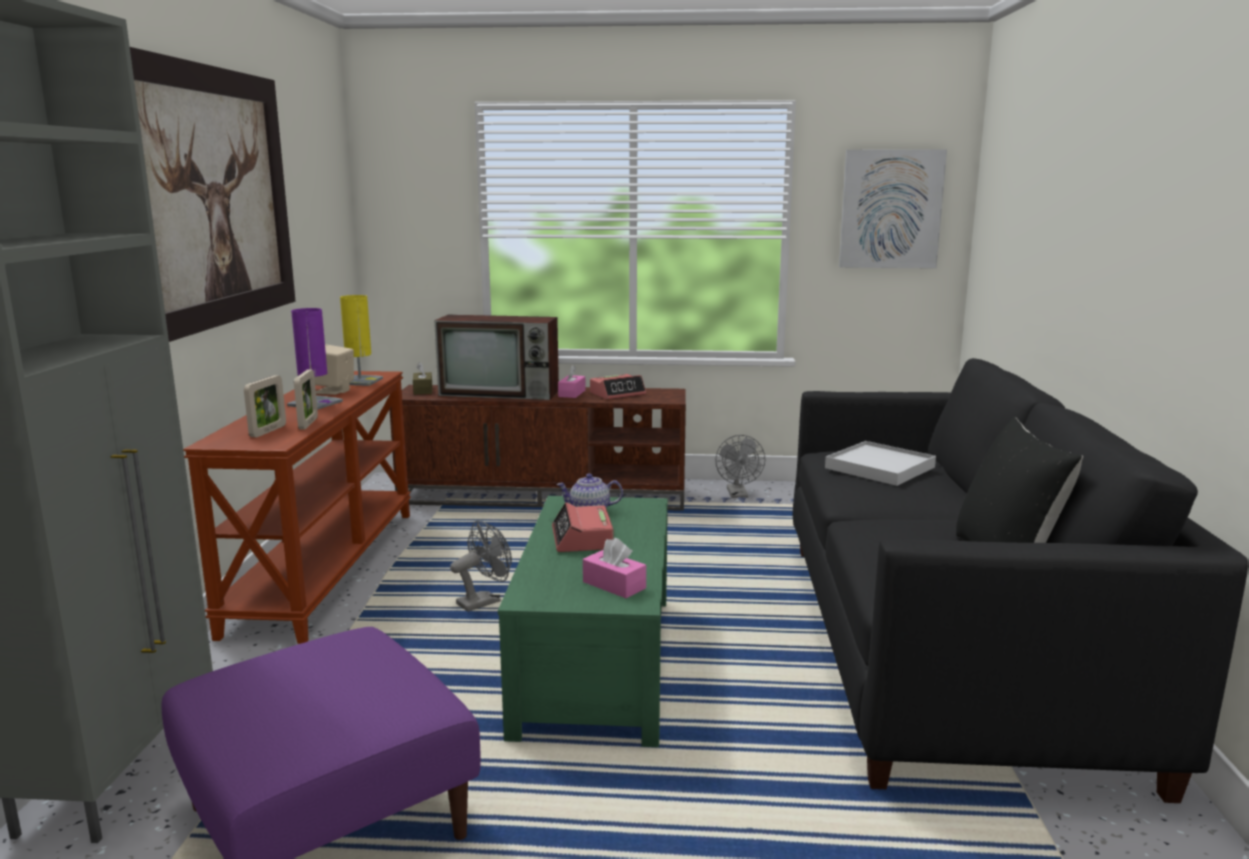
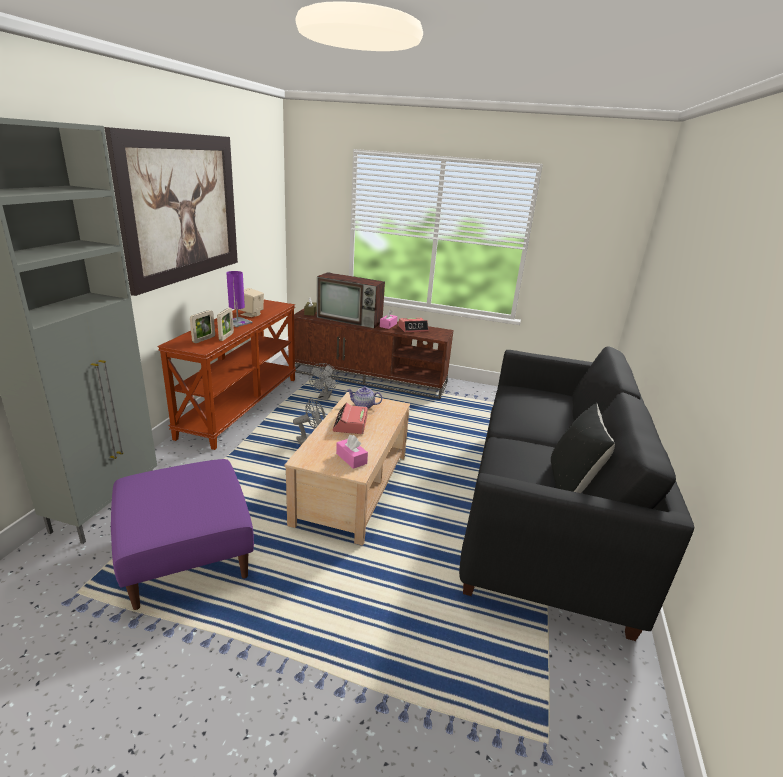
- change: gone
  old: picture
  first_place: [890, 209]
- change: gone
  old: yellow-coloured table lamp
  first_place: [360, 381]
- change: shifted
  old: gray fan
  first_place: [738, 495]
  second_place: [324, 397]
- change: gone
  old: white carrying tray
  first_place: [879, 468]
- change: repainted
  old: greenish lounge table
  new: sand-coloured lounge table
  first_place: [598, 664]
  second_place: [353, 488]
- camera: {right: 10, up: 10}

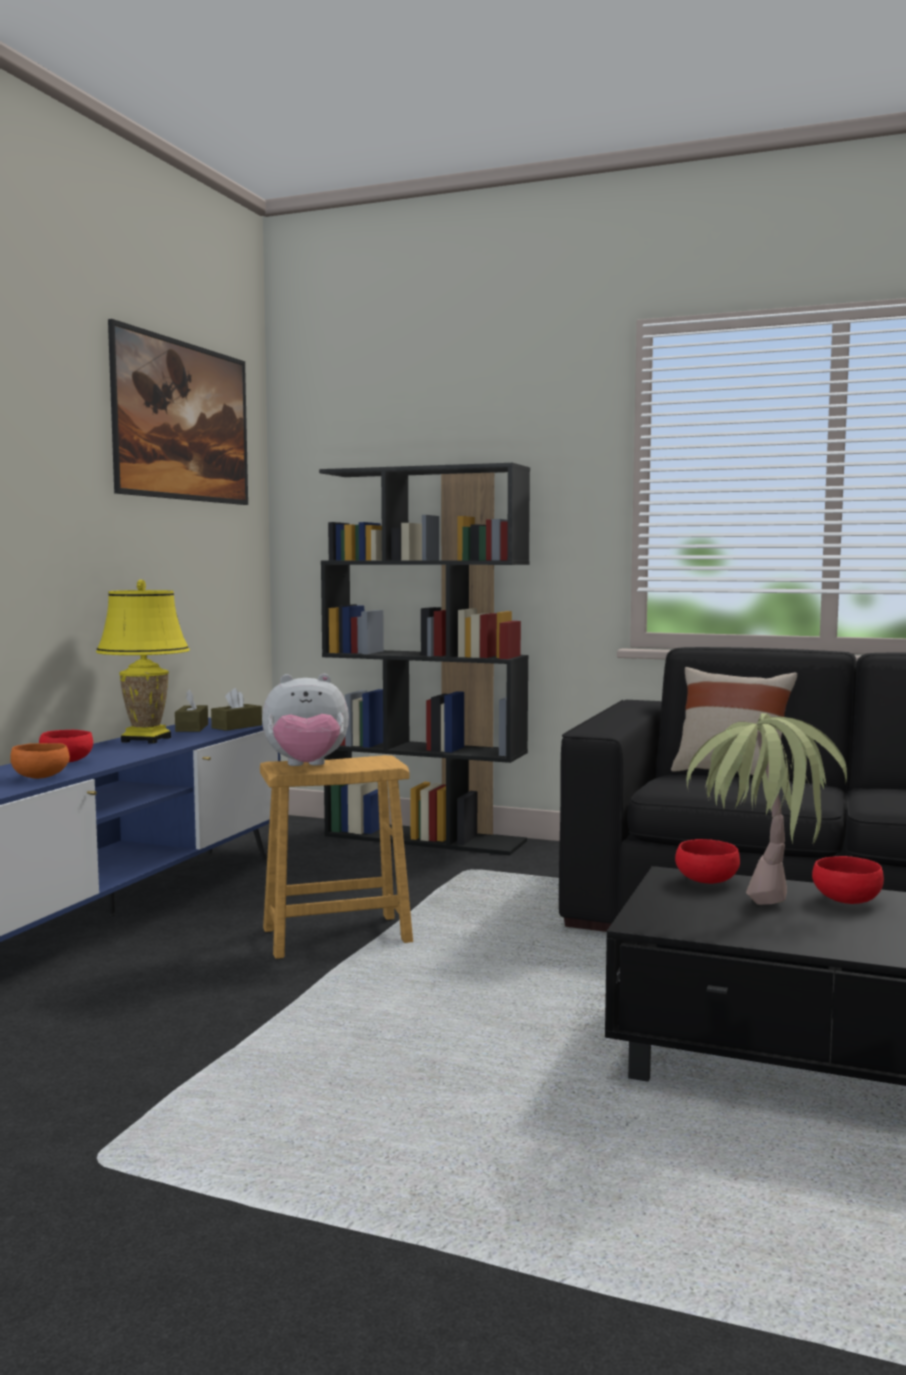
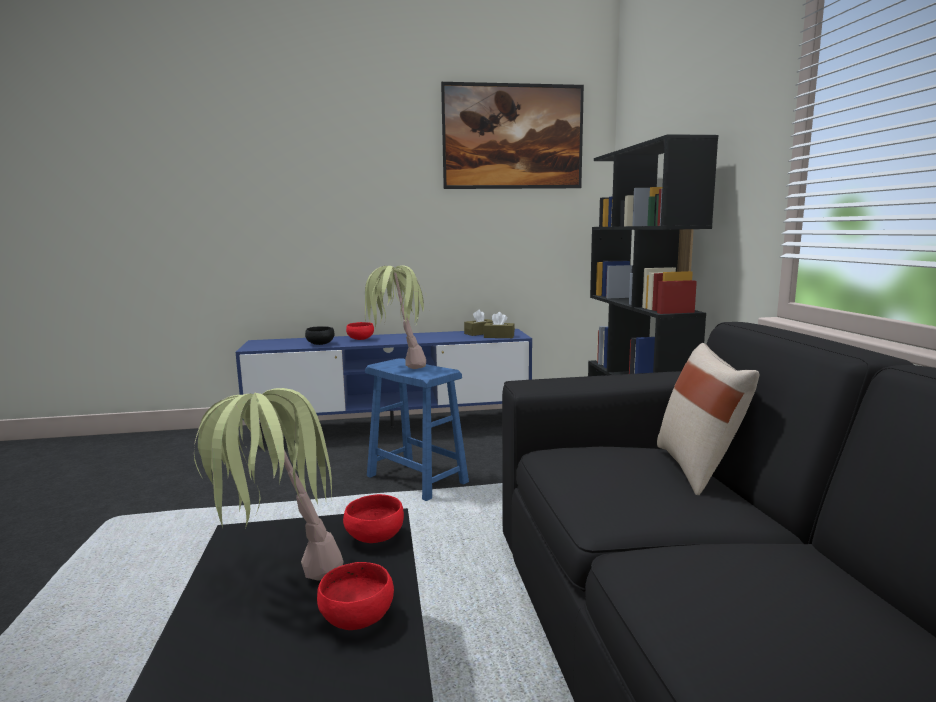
- change: gone
  old: yellow-coloured table lamp
  first_place: [146, 739]
- change: swapped
  old: cuddly toy
  new: potted plant
  first_place: [306, 767]
  second_place: [397, 366]
- change: repainted
  old: orange-coloured serving bowl
  new: blackish serving bowl
  first_place: [42, 777]
  second_place: [321, 344]
- change: repainted
  old: brown stool seat
  new: bluish stool seat
  first_place: [336, 936]
  second_place: [417, 479]
- camera: {right: 60, up: 5}

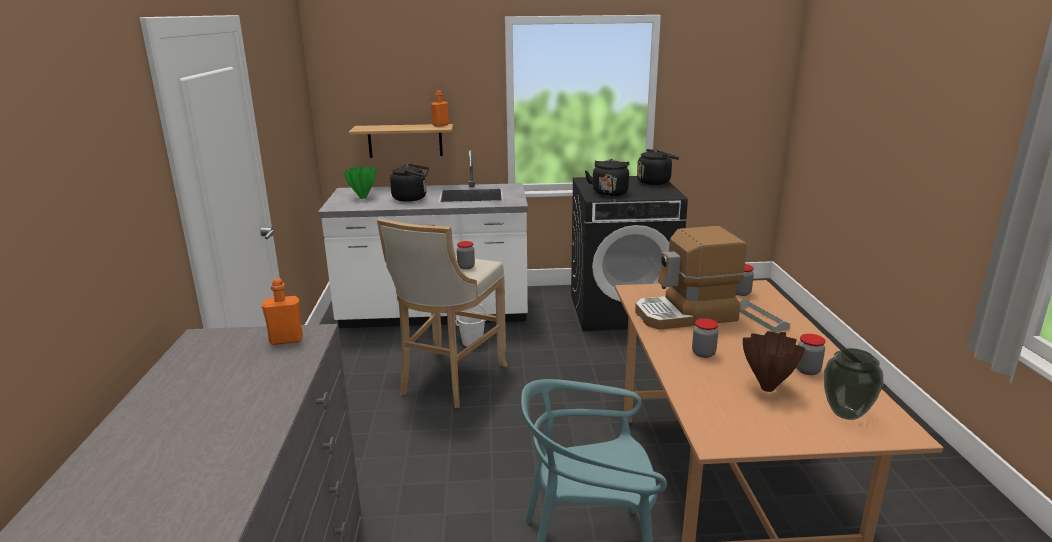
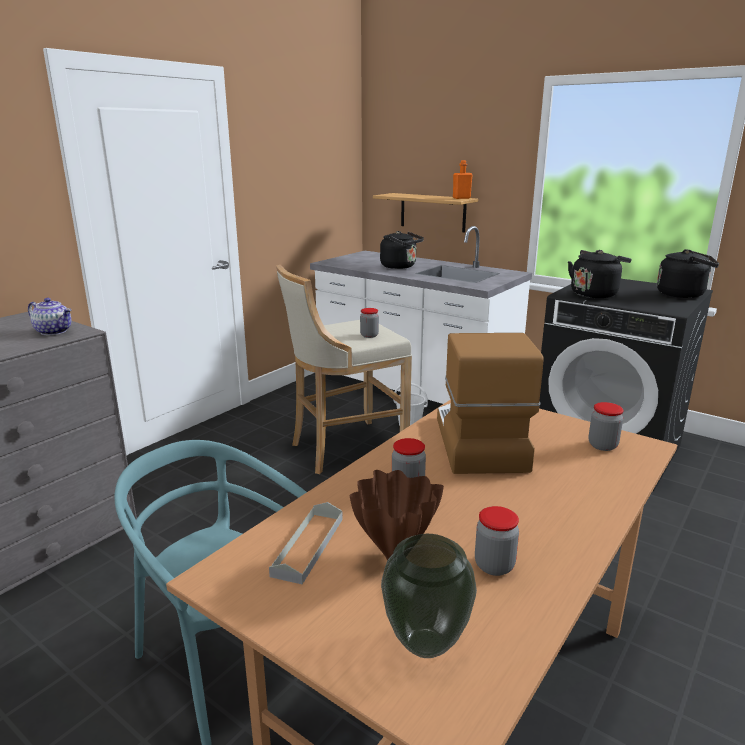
- change: gone
  old: greenish decorative vase
  first_place: [363, 197]
- change: rotated
  old: coffee machine
  first_place: [686, 315]
  second_place: [478, 442]
  degrees: 60
- change: swapped
  old: orange-coloured beverage bottle
  new: pot for tea
  first_place: [286, 340]
  second_place: [54, 331]
- change: shifted
  old: gray carrying tray
  first_place: [761, 318]
  second_place: [308, 546]
- camera: {right: 40, up: 0}

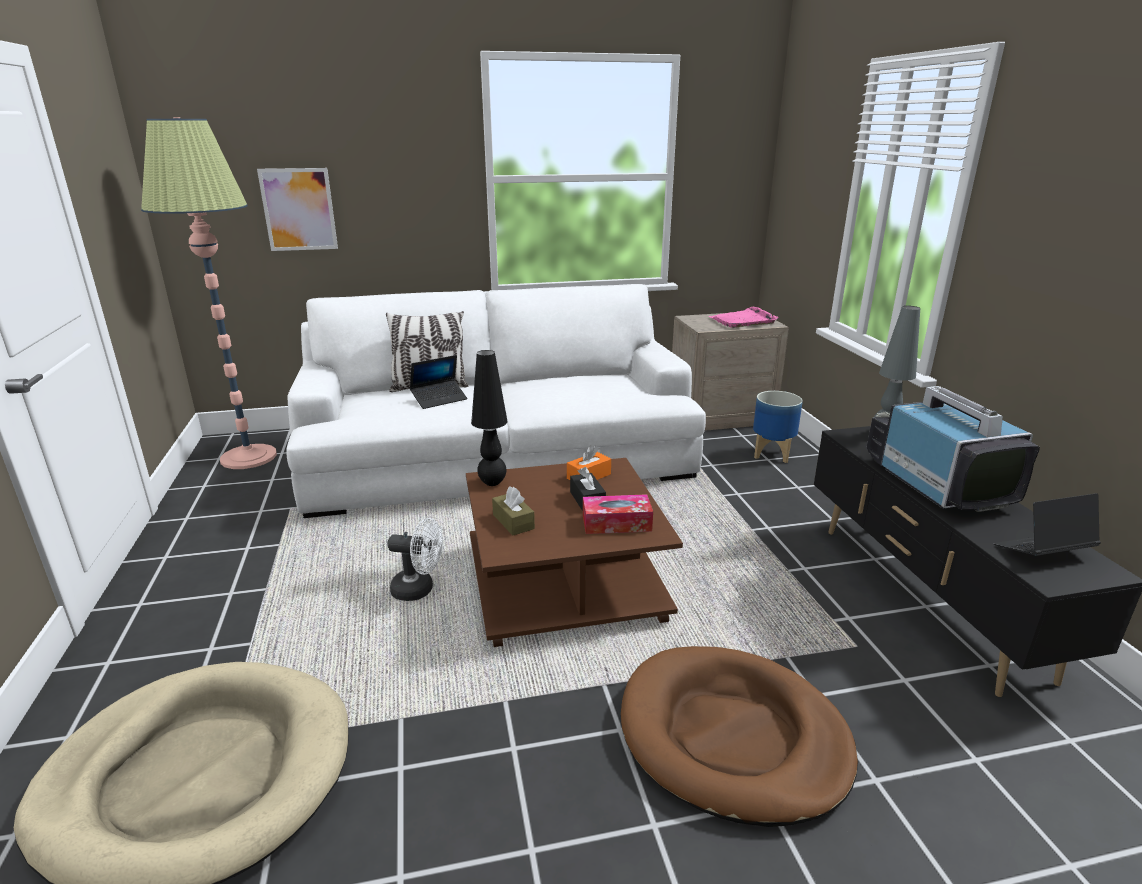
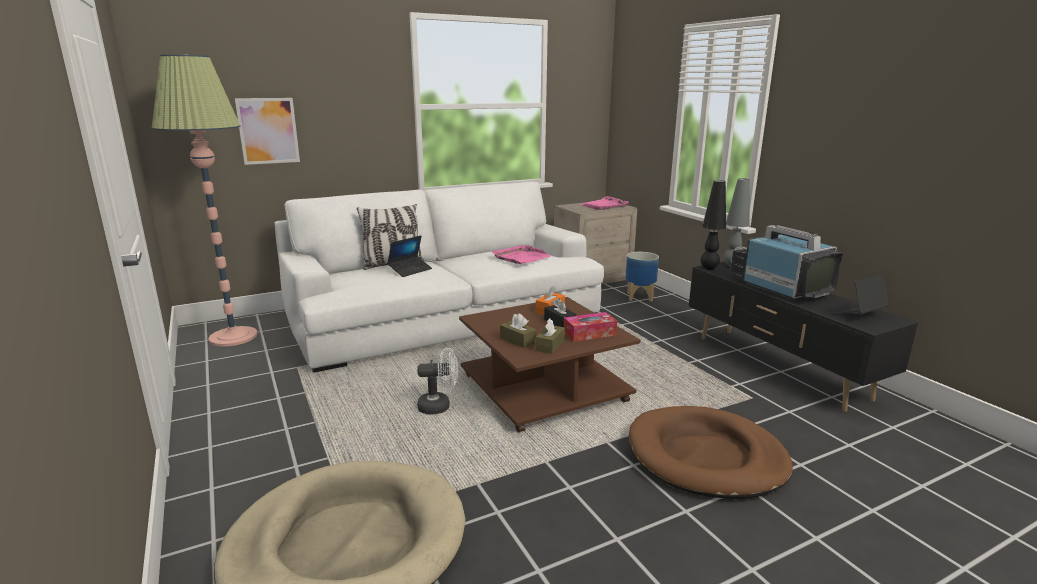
- change: shifted
  old: blackish table lamp
  first_place: [492, 483]
  second_place: [709, 268]
- change: new
  new: pink carrying tray
  second_place: [521, 257]
- change: new
  new: brown box of tissues
  second_place: [550, 345]
- camera: {right: -15, up: -5}

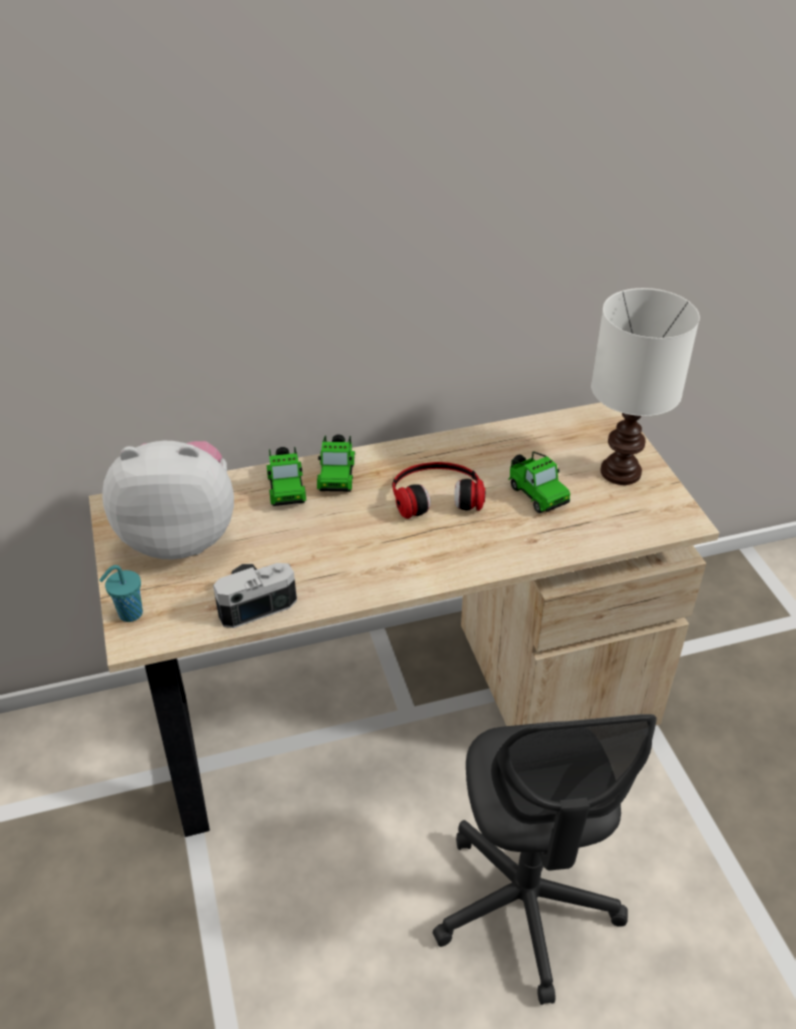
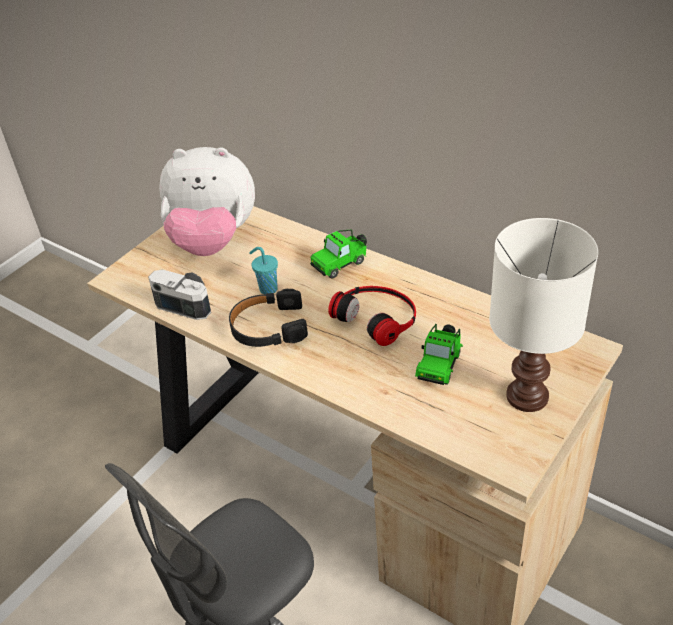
- change: rotated
  old: cuddly toy
  first_place: [180, 536]
  second_place: [213, 241]
  degrees: 135
- change: gone
  old: miniature car
  first_place: [286, 488]
- change: shifted
  old: turquoise-coloured drinking cup
  first_place: [129, 614]
  second_place: [267, 289]
- change: new
  new: blackish pair of headphones
  second_place: [268, 327]
- camera: {right: 55, up: 0}

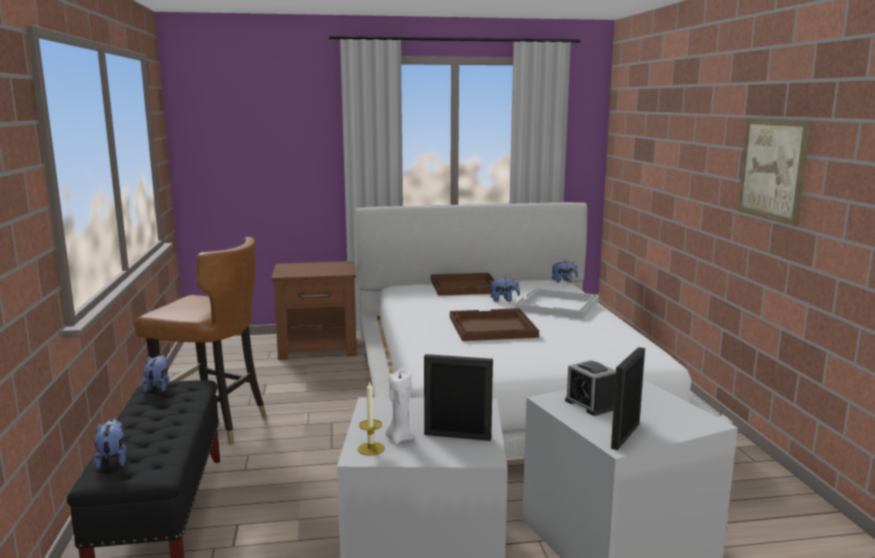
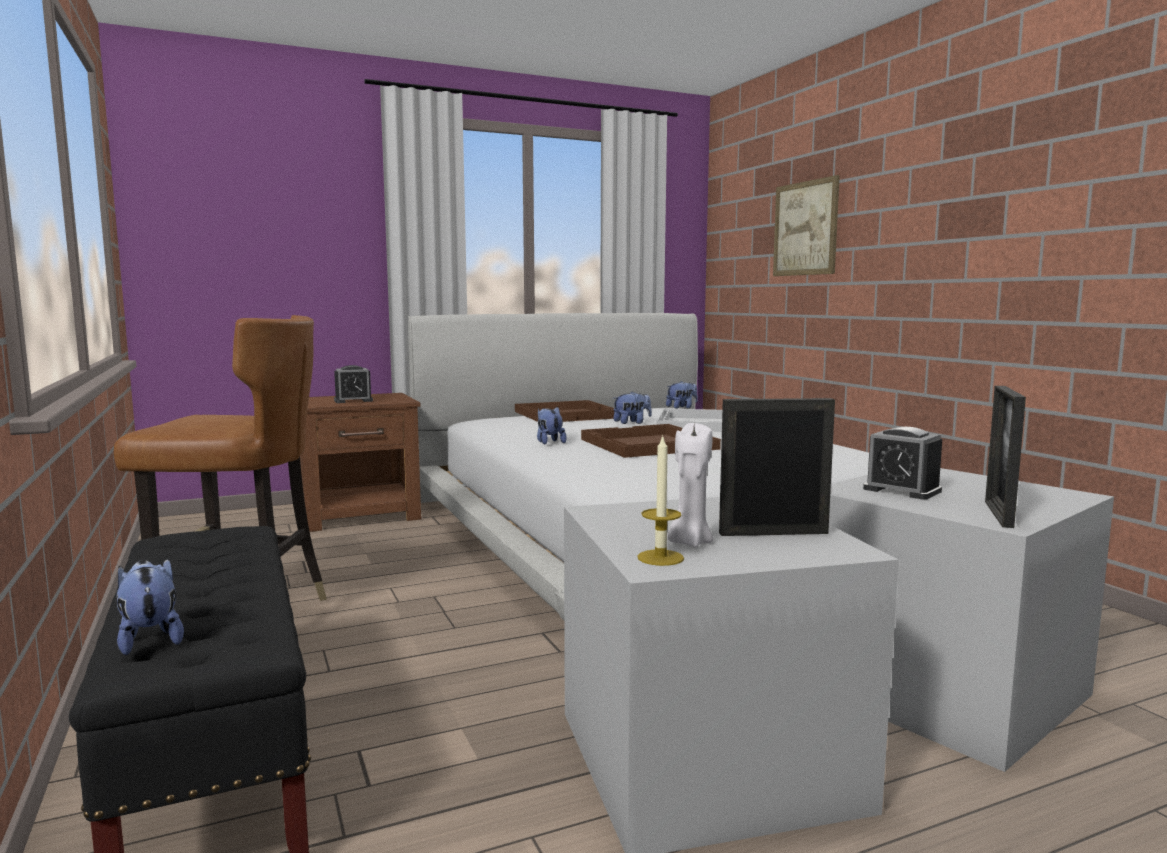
- change: shifted
  old: picture
  first_place: [773, 169]
  second_place: [805, 228]
- change: shifted
  old: cuddly toy
  first_place: [158, 387]
  second_place: [549, 442]
- change: new
  new: table clock
  second_place: [353, 400]
- camera: {right: -15, up: -5}

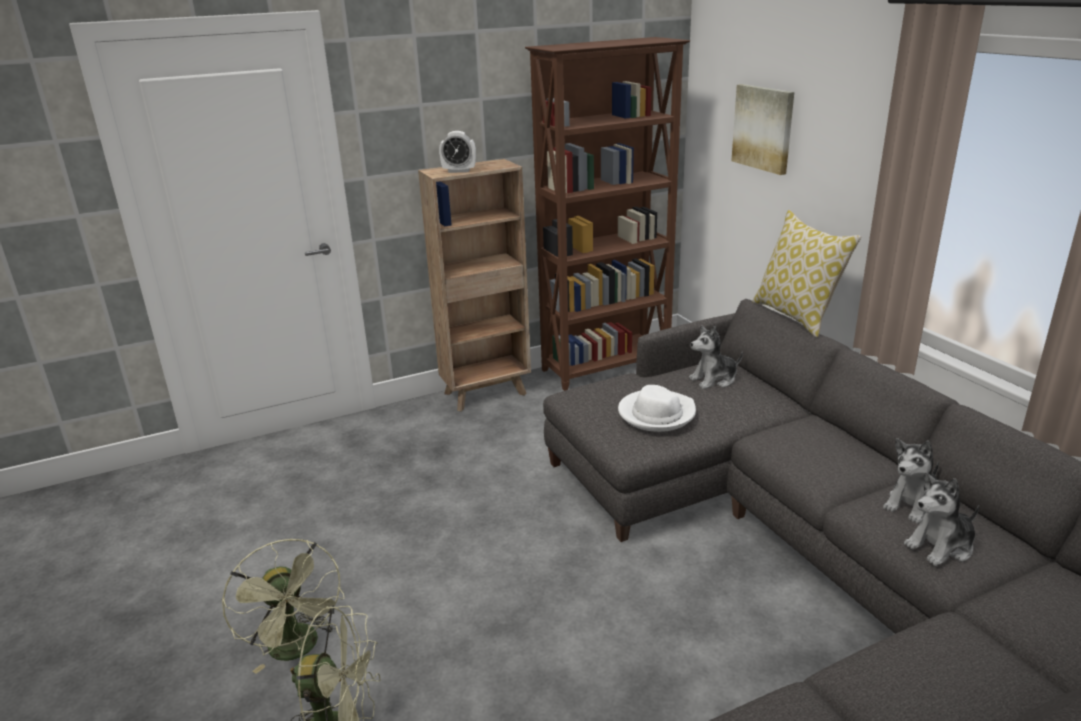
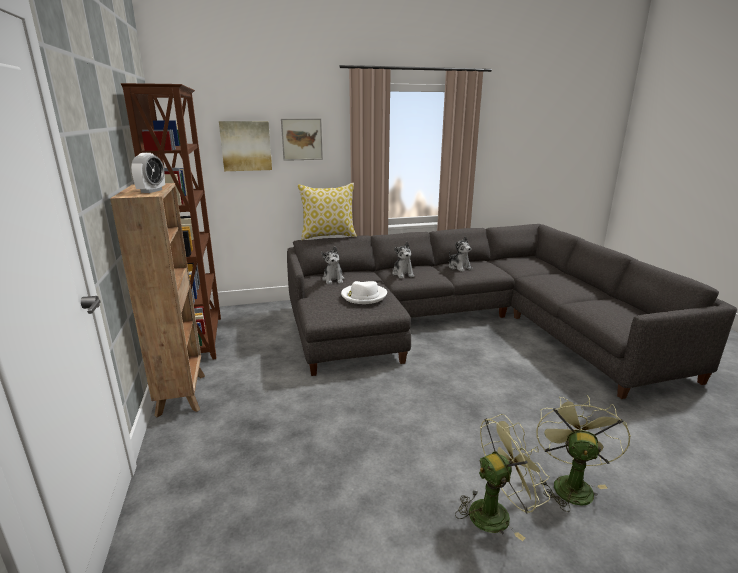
- change: shifted
  old: cuddly toy
  first_place: [941, 546]
  second_place: [403, 274]
- change: new
  new: picture
  second_place: [302, 139]
- camera: {right: -80, up: -5}

